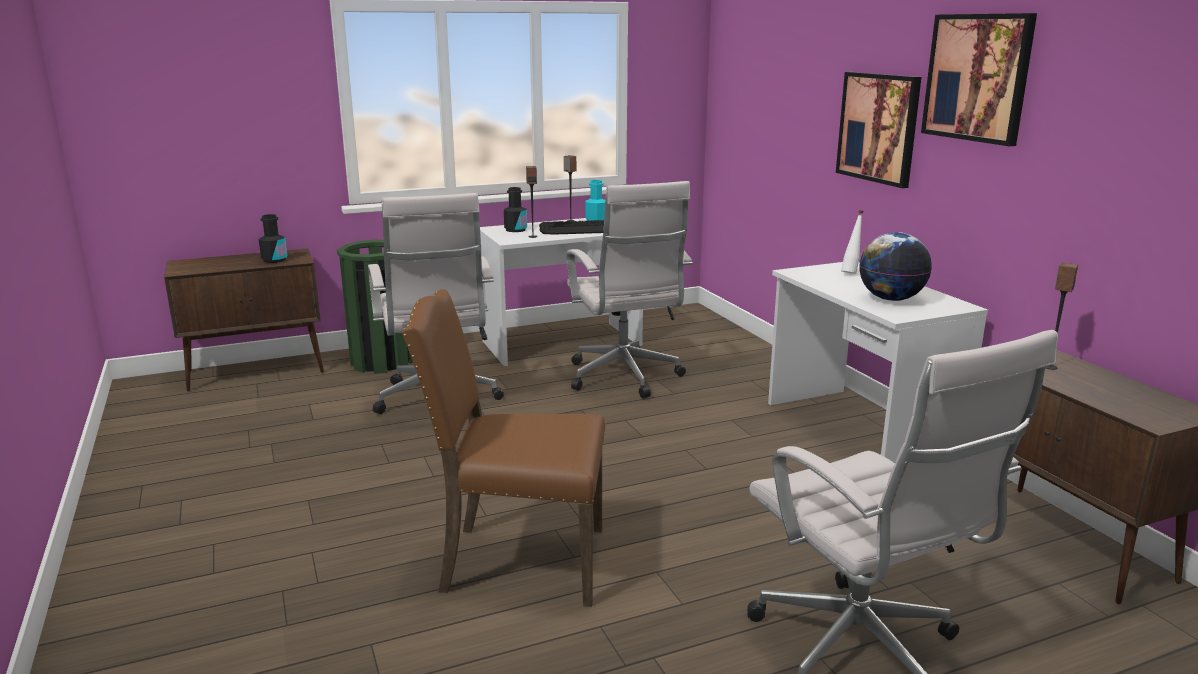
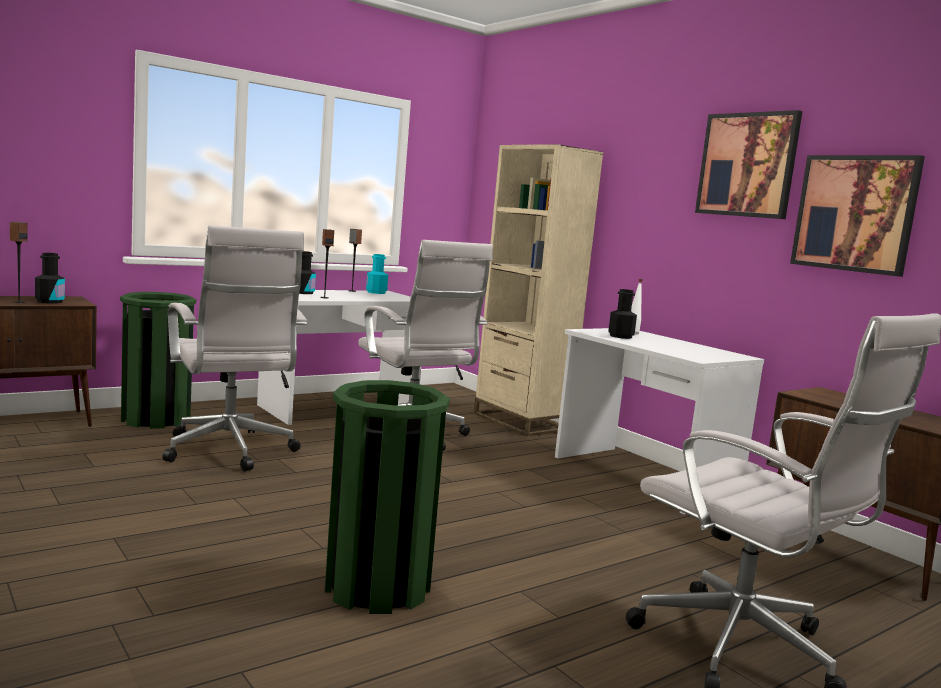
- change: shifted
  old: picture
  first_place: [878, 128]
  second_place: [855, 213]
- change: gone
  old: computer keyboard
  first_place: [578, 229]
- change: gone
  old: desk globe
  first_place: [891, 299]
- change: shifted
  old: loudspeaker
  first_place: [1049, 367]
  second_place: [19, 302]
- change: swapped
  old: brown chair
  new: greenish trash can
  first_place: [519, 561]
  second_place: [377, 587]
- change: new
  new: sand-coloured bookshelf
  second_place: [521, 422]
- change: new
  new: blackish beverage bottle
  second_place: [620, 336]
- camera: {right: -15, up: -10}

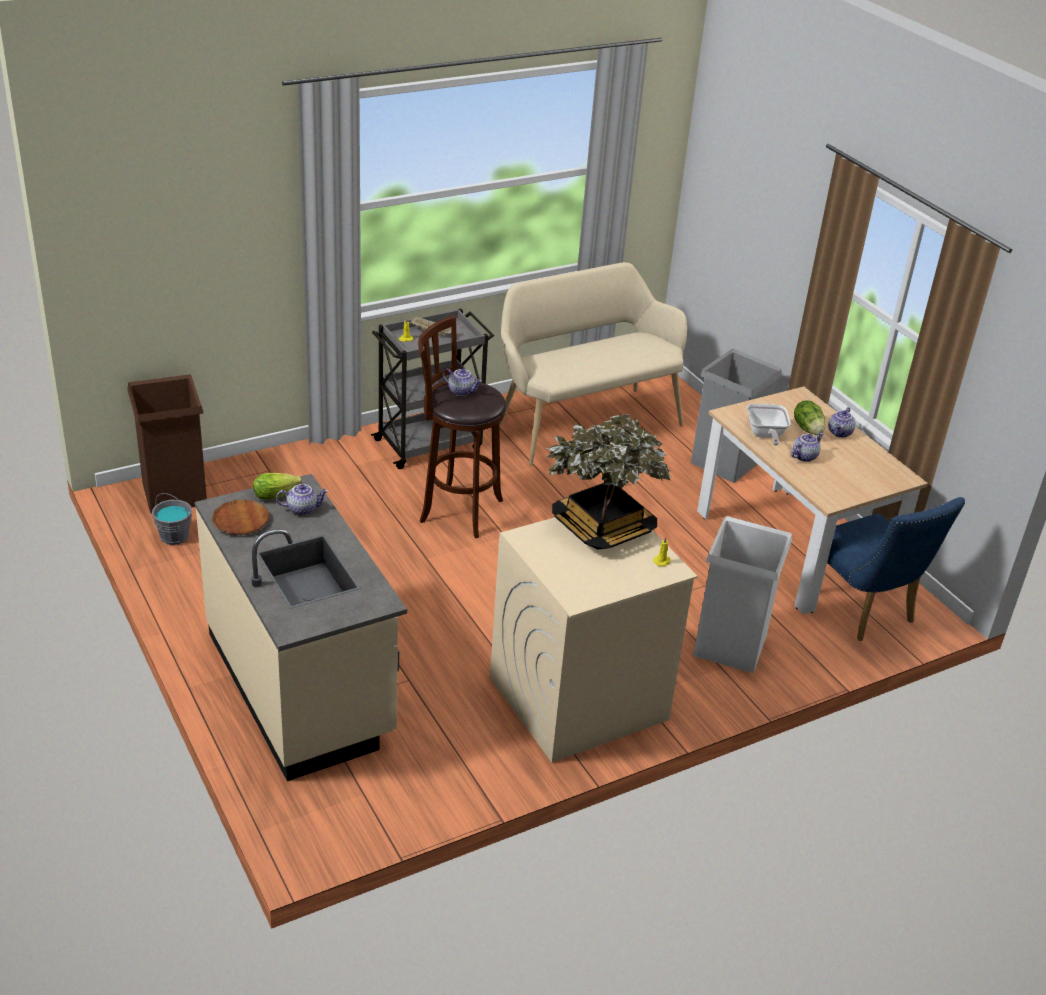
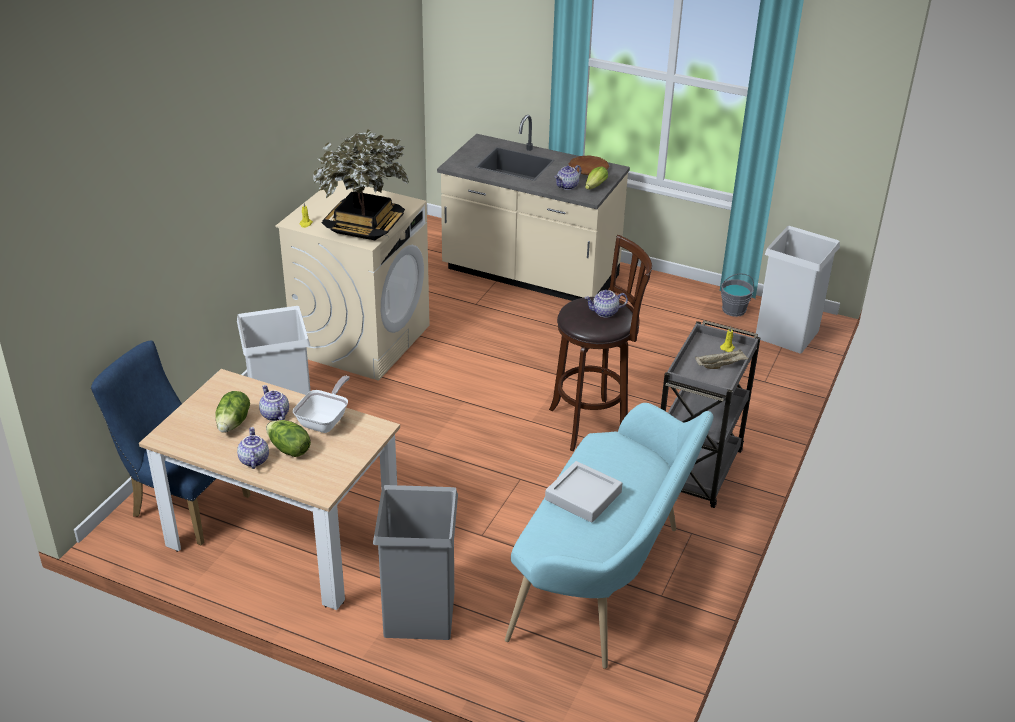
- change: repainted
  old: sand-coloured indoor bench
  new: turquoise-coloured indoor bench
  first_place: [584, 421]
  second_place: [606, 583]
- change: repainted
  old: brown trash can
  new: white trash can
  first_place: [174, 493]
  second_place: [787, 334]
- change: rotated
  old: frying pan
  first_place: [765, 435]
  second_place: [325, 421]
  degrees: 60
- change: rotated
  old: pot for tea
  first_place: [804, 456]
  second_place: [274, 415]
  degrees: 135
- change: new
  new: lettuce
  second_place: [234, 423]
- change: new
  new: gray carrying tray
  second_place: [583, 496]
- camera: {right: 145, up: 0}

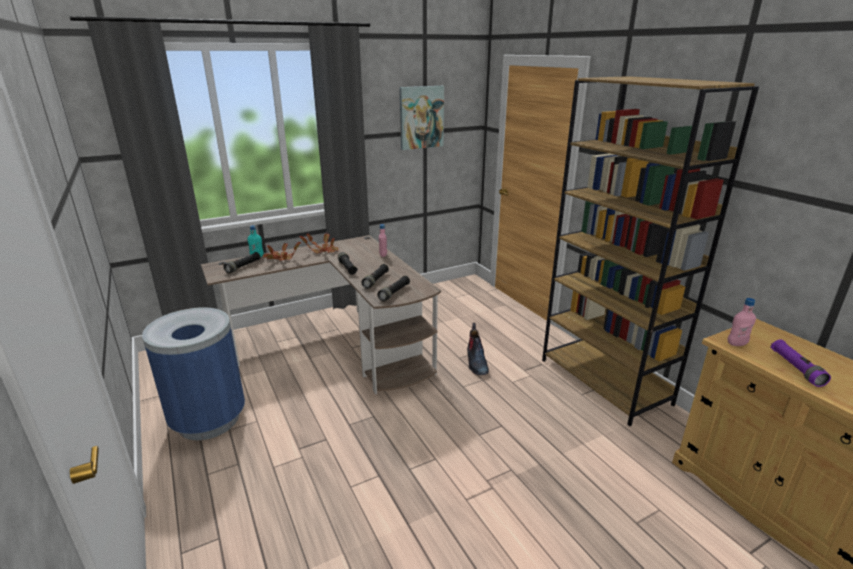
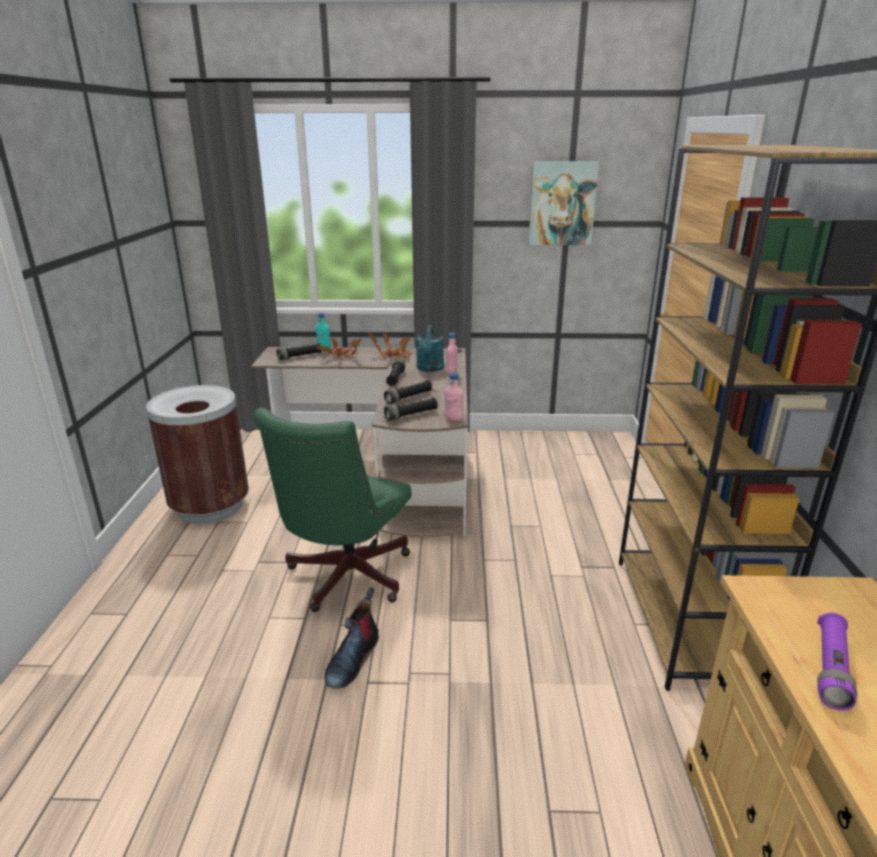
- change: shifted
  old: pink beverage bottle
  first_place: [736, 344]
  second_place: [453, 419]
- change: repainted
  old: bluish trash can
  new: brown trash can
  first_place: [209, 420]
  second_place: [210, 507]
- change: shifted
  old: high-top boot
  first_place: [476, 363]
  second_place: [352, 659]
- change: new
  new: turquoise-coloured watering can
  second_place: [429, 369]
- change: new
  new: greenish desk chair
  second_place: [344, 578]
- camera: {right: 30, up: 0}

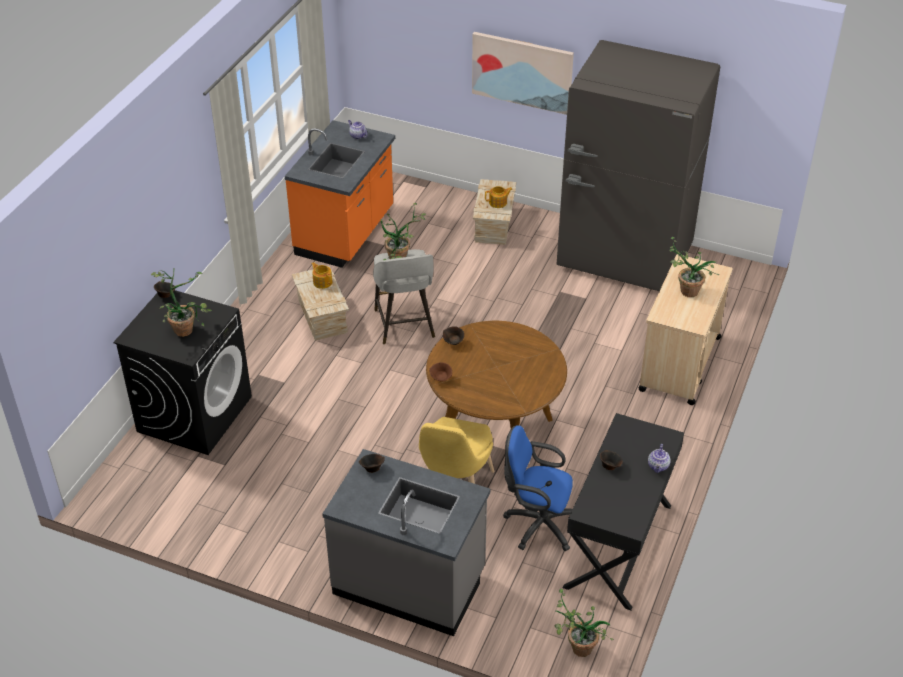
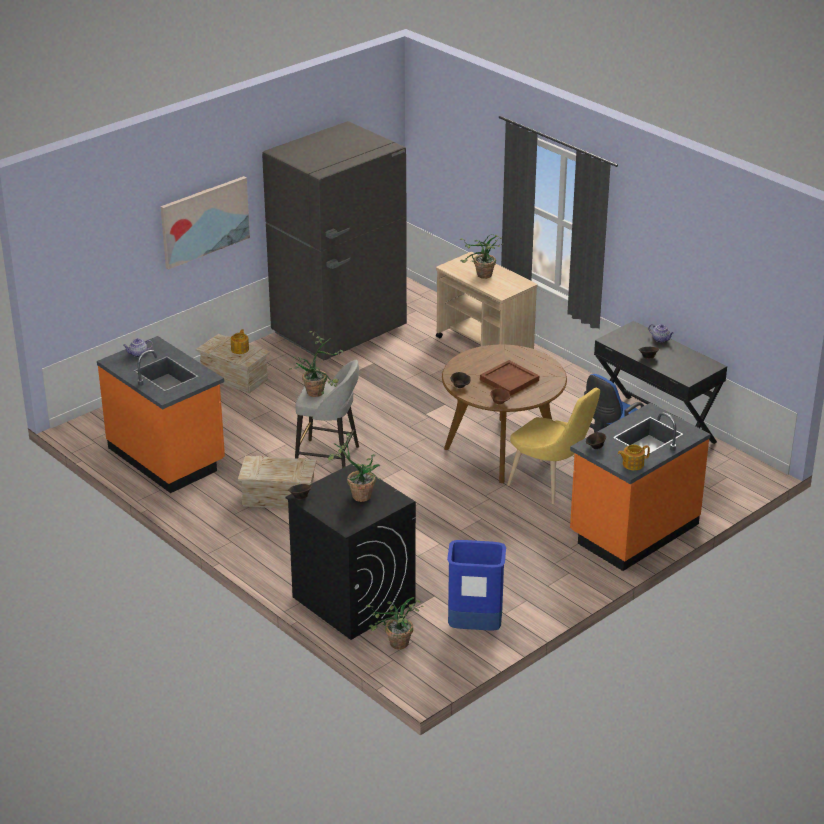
- change: shifted
  old: pot for tea
  first_place: [322, 282]
  second_place: [632, 464]
- change: repainted
  old: gray kitchen base unit
  new: orange-coloured kitchen base unit
  first_place: [409, 582]
  second_place: [633, 530]
- change: shifted
  old: potted plant
  first_place: [576, 646]
  second_place: [394, 645]
- change: new
  new: brown carrying tray
  second_place: [509, 380]
- change: new
  new: bluish trash can
  second_place: [474, 628]
- camera: {right: -65, up: -10}

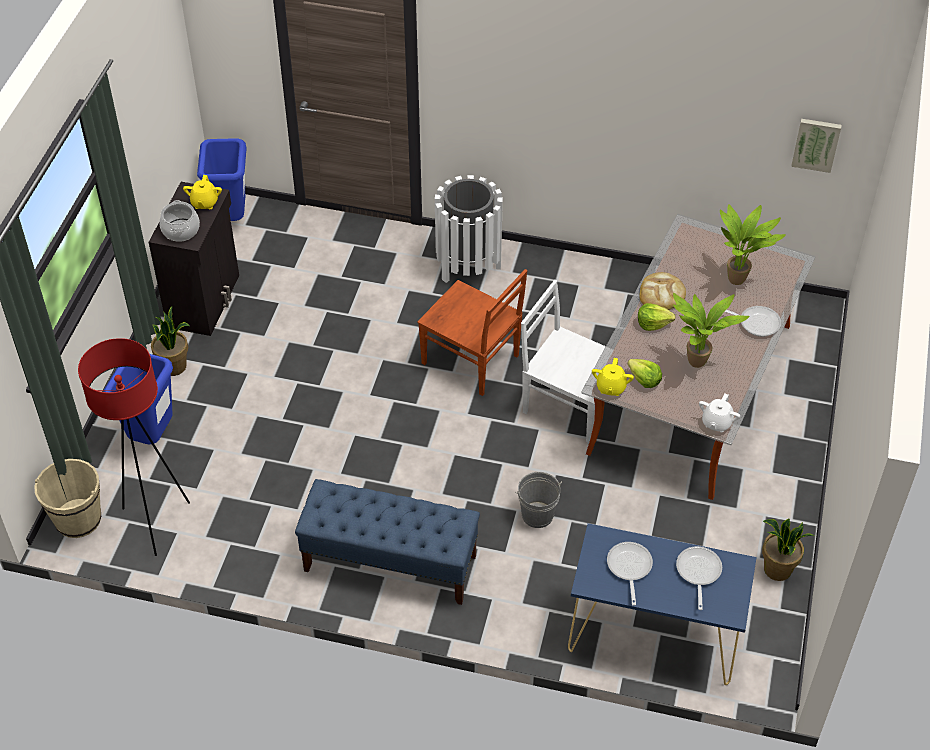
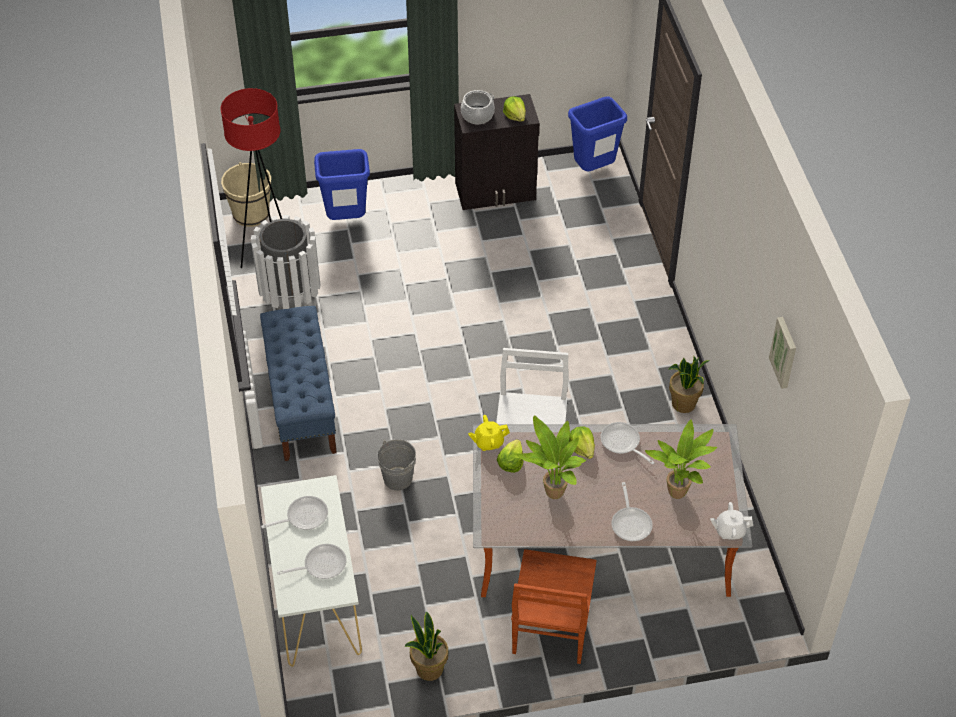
- change: shifted
  old: picture
  first_place: [816, 144]
  second_place: [785, 352]
- change: swapped
  old: yellow-coloured pot for tea
  new: lettuce
  first_place: [204, 203]
  second_place: [515, 116]
- change: shifted
  old: white trash can
  first_place: [468, 265]
  second_place: [291, 299]
- change: shifted
  old: brown chair
  first_place: [472, 361]
  second_place: [551, 627]
- change: swapped
  old: bakery bread
  new: frying pan
  first_place: [661, 294]
  second_place: [622, 443]
- change: shifted
  old: potted plant
  first_place: [174, 366]
  second_place: [683, 404]
- change: shifted
  old: white pot for tea
  first_place: [716, 423]
  second_place: [729, 531]
- change: repainted
  old: bluish hall table
  new: white hall table
  first_place: [653, 635]
  second_place: [315, 597]
- camera: {right: 65, up: 0}

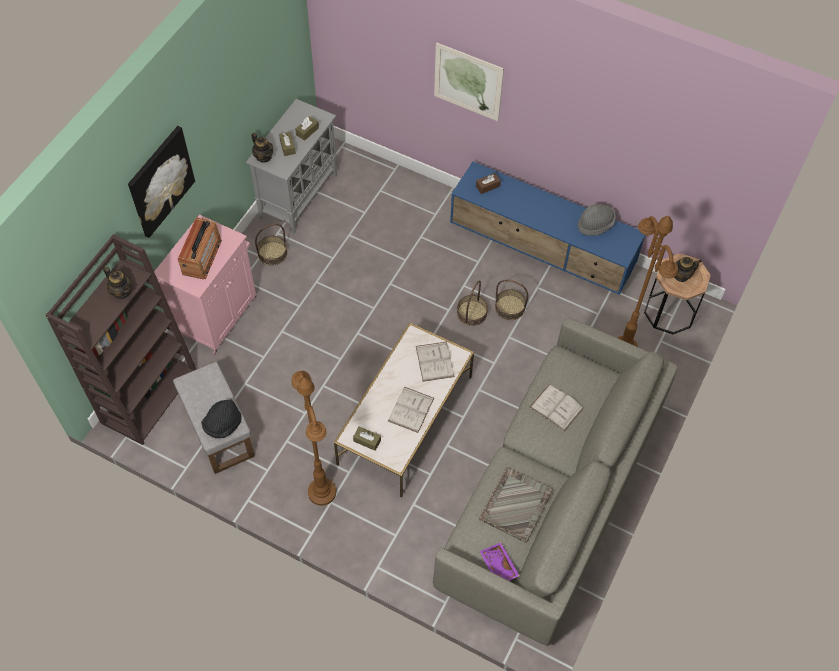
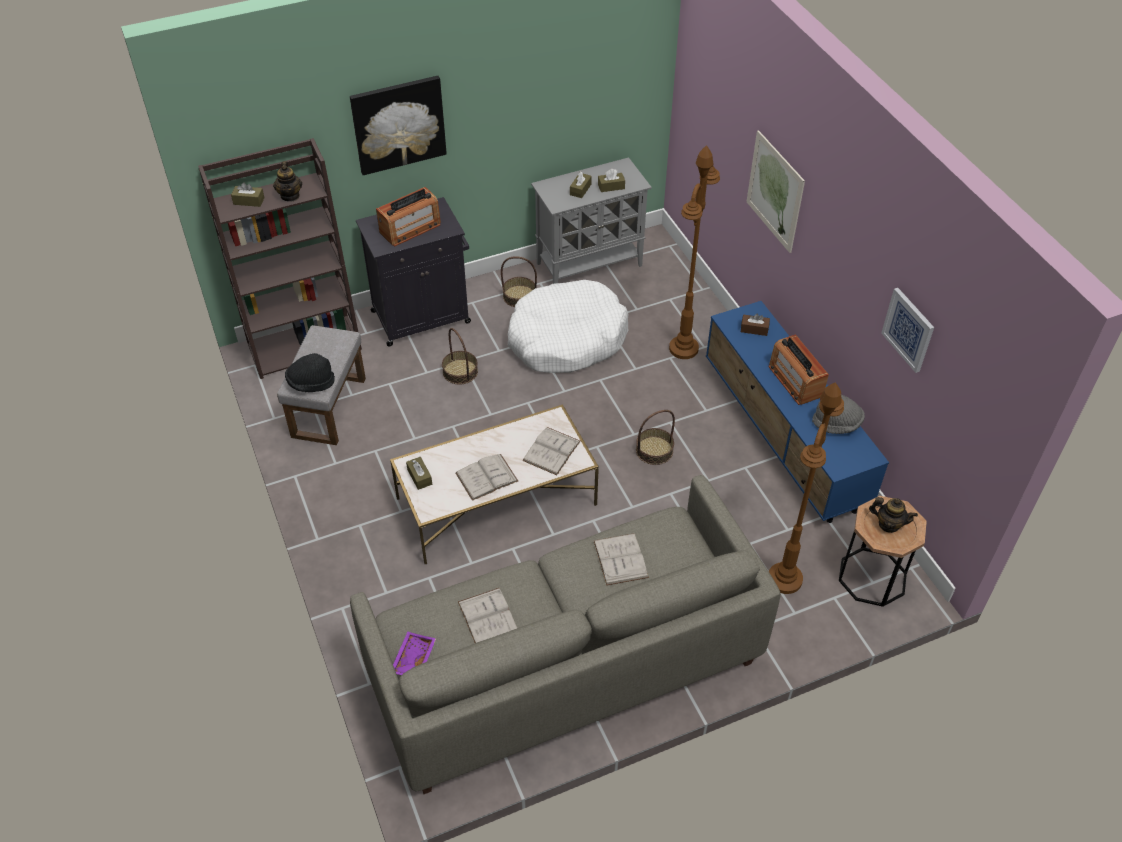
- change: gone
  old: pot for tea
  first_place: [264, 157]
- change: repainted
  old: pink storage cabinet
  new: blackish storage cabinet
  first_place: [216, 314]
  second_place: [423, 316]
- change: shifted
  old: storage basket
  first_place: [510, 307]
  second_place: [460, 371]
- change: shifted
  old: brown standard lamp
  first_place: [321, 492]
  second_place: [683, 348]
- change: swapped
  old: gray carrying tray
  new: white volume
  first_place: [516, 504]
  second_place: [488, 617]
- change: new
  new: brown box of tissues
  second_place: [249, 201]
- change: new
  new: white pet bed
  second_place: [566, 339]
- change: new
  new: picture
  second_place: [908, 329]
- change: new
  new: radio set
  second_place: [795, 381]
- camera: {right: 40, up: -10}

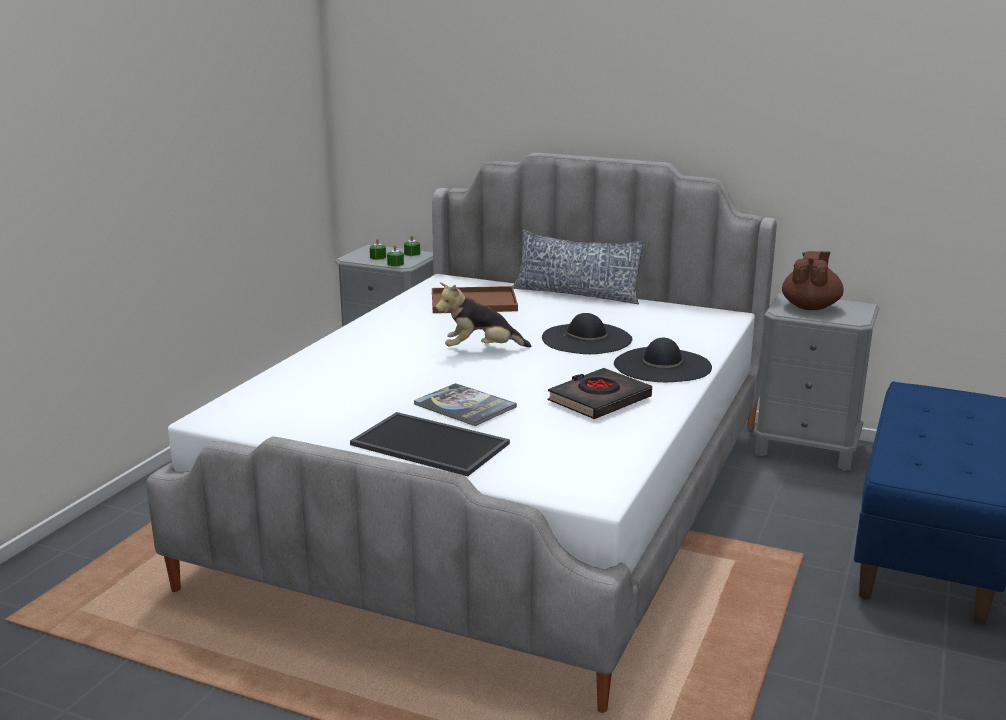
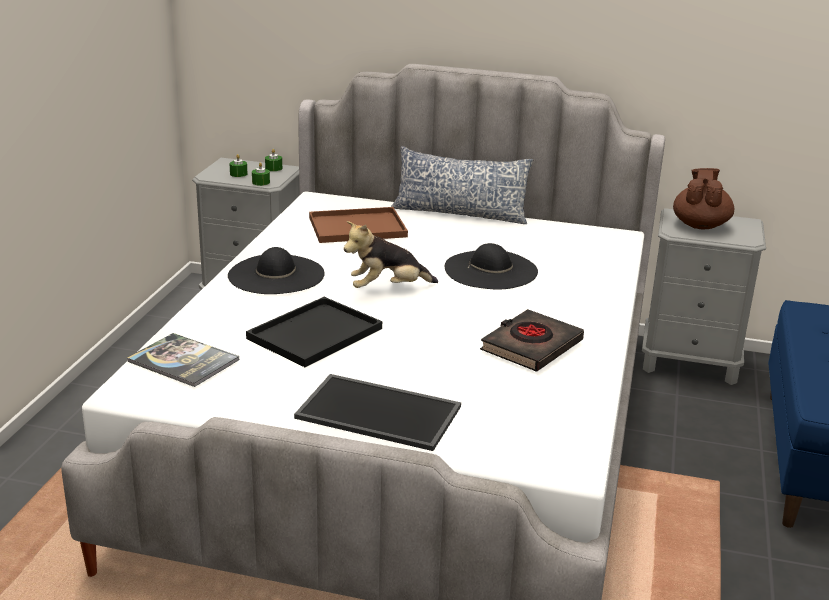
- change: shifted
  old: blackish hat
  first_place: [662, 365]
  second_place: [276, 275]
- change: shifted
  old: volume
  first_place: [465, 406]
  second_place: [183, 361]
- change: new
  new: blackish carrying tray
  second_place: [314, 335]
- camera: {right: -10, up: 5}

